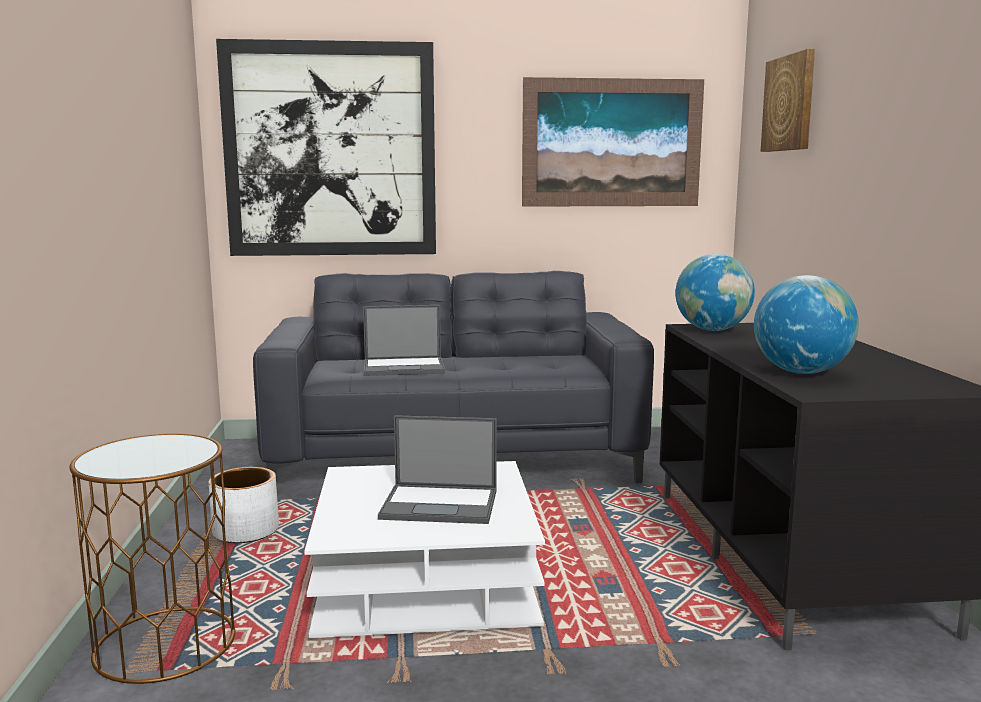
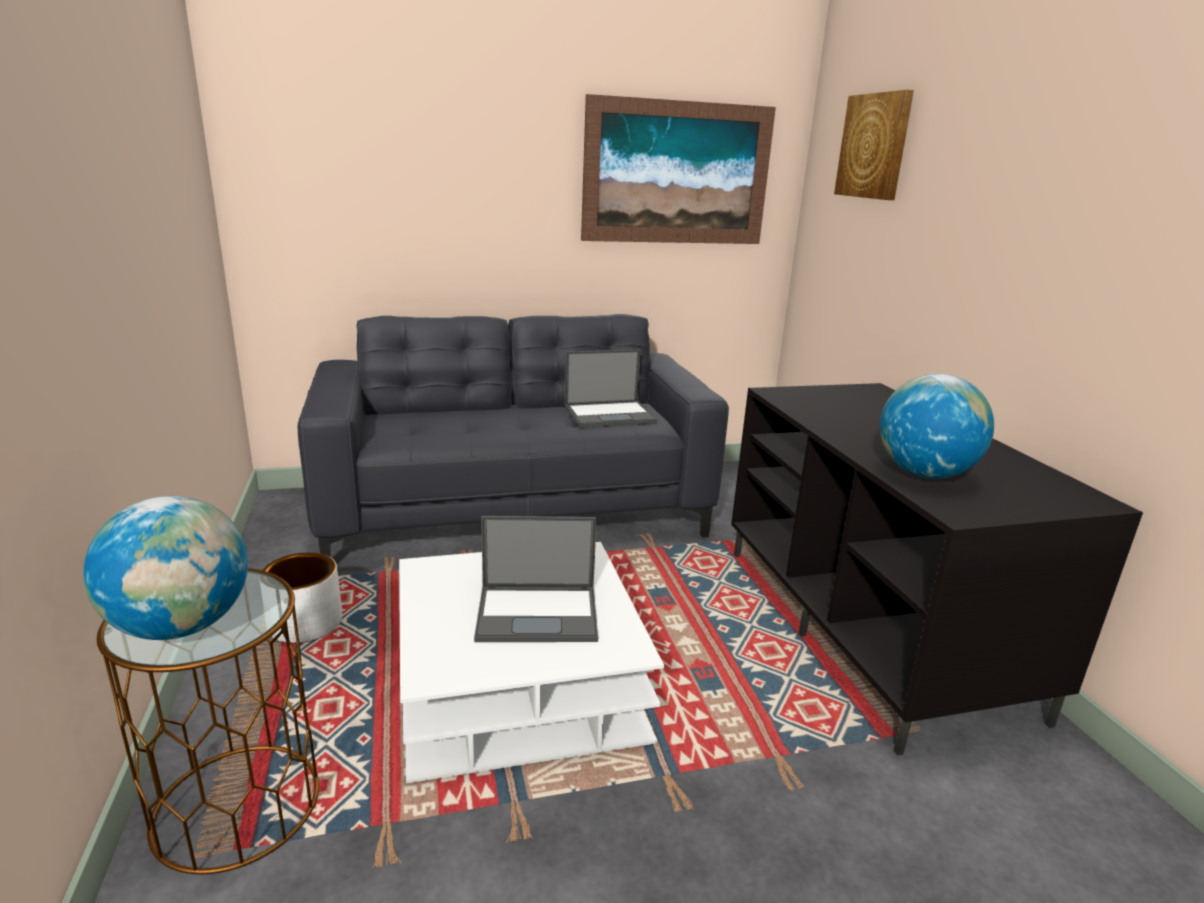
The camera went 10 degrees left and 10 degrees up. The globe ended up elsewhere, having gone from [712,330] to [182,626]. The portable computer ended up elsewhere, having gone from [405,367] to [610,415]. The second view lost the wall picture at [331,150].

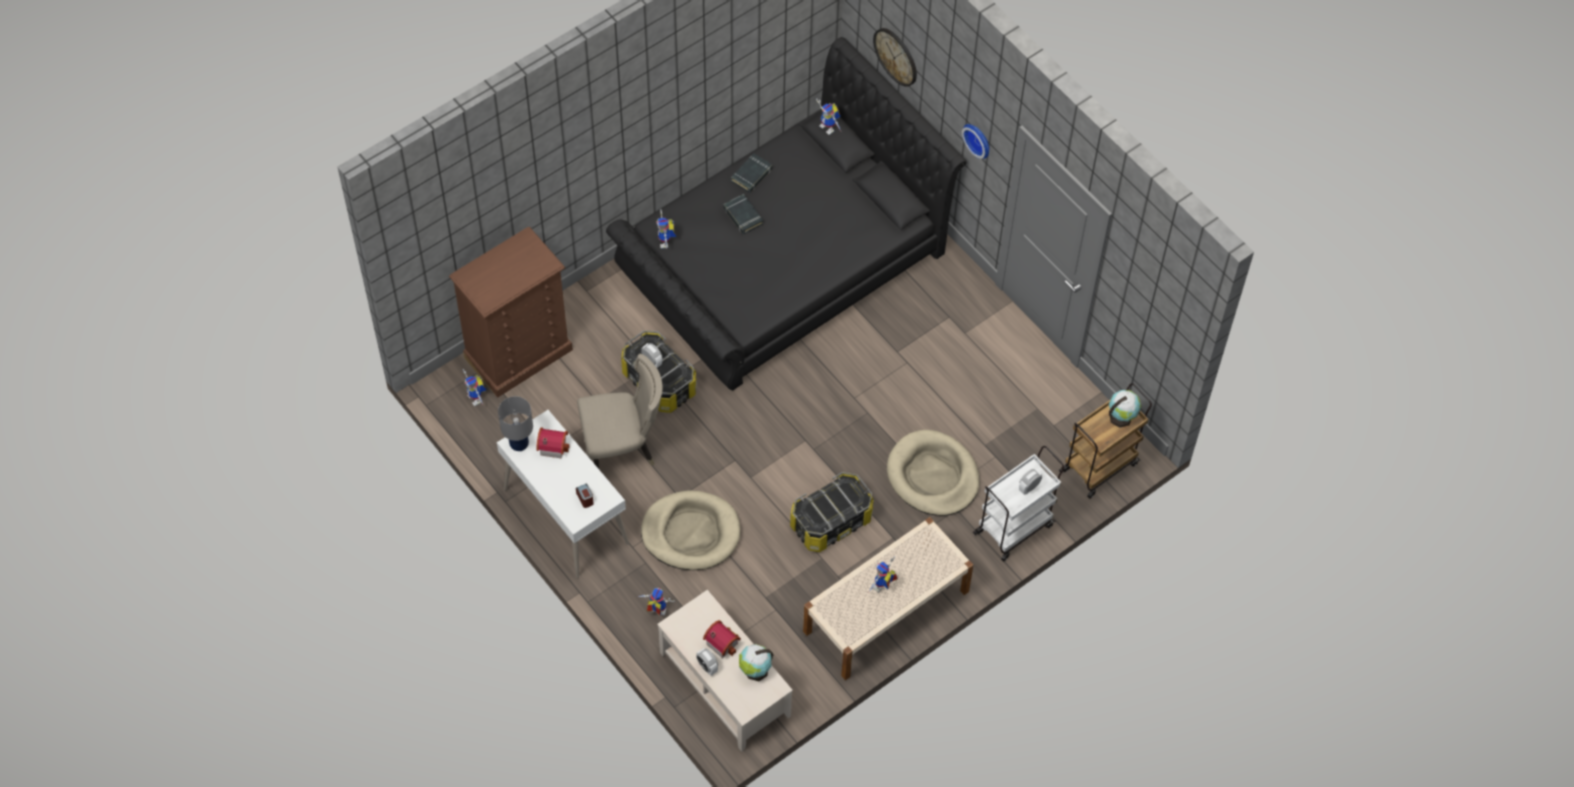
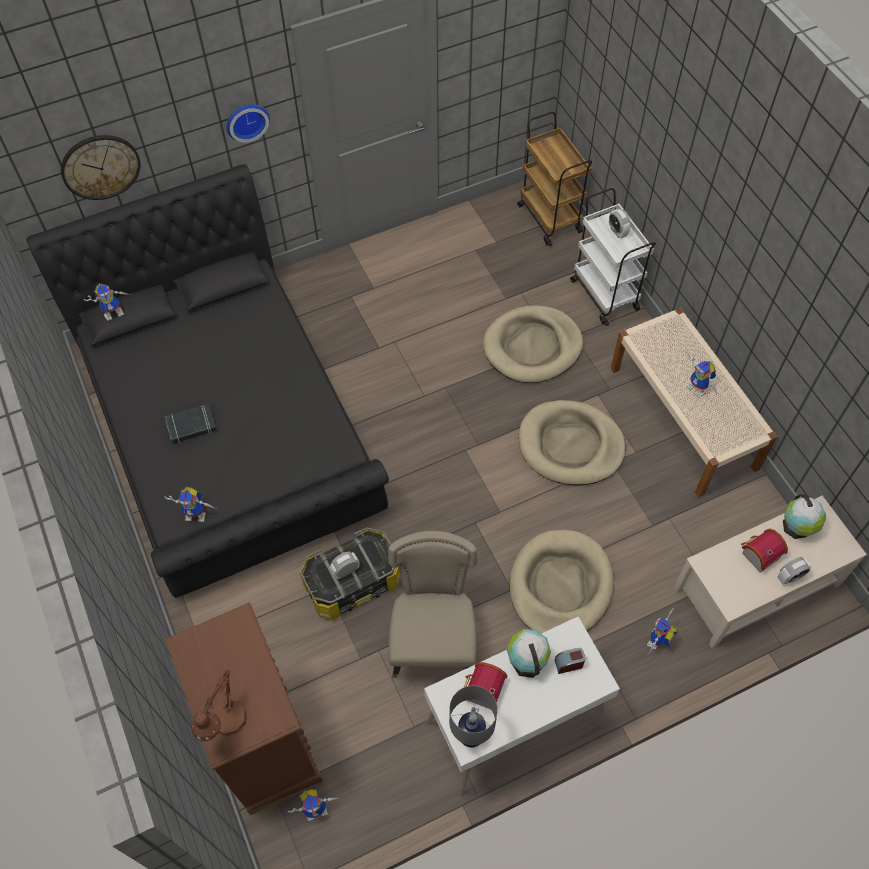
The camera went 75 degrees left and 0 degrees up. The second view gained the tabletop lamp (brown-coloured) at [226,725]. The globe ended up elsewhere, having gone from [1121,417] to [526,661]. Where the storage box stood at [831,522], the dog bed (beige) came to stand at [570,445]. The second view lost the volume (black) at [752,175].

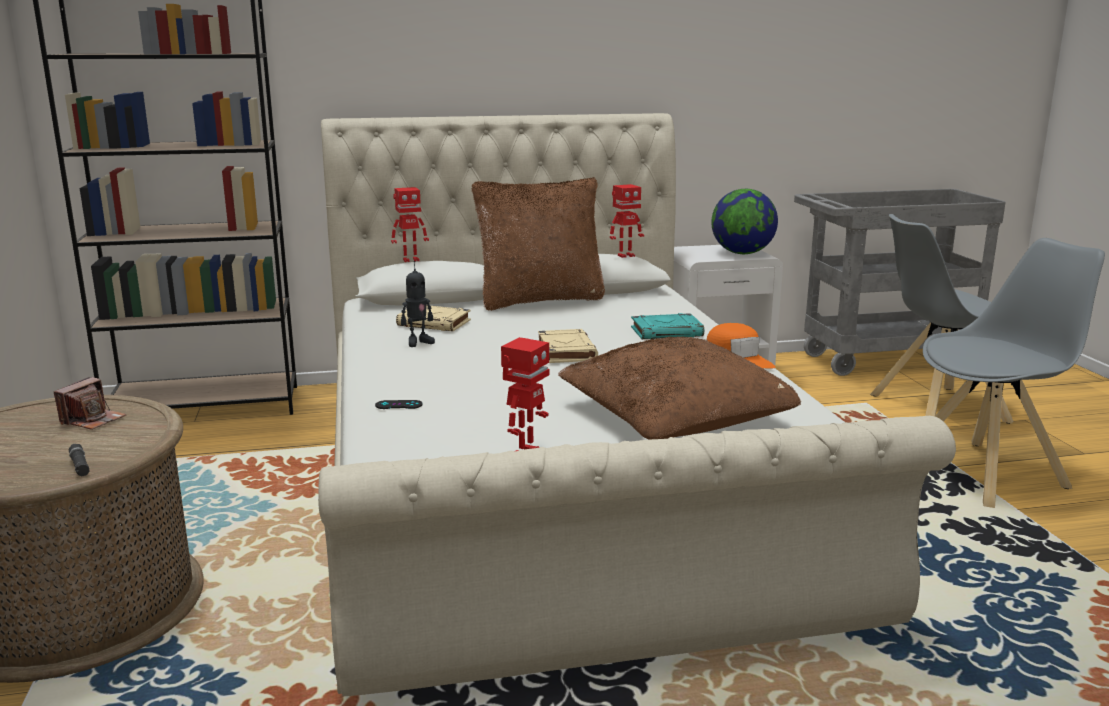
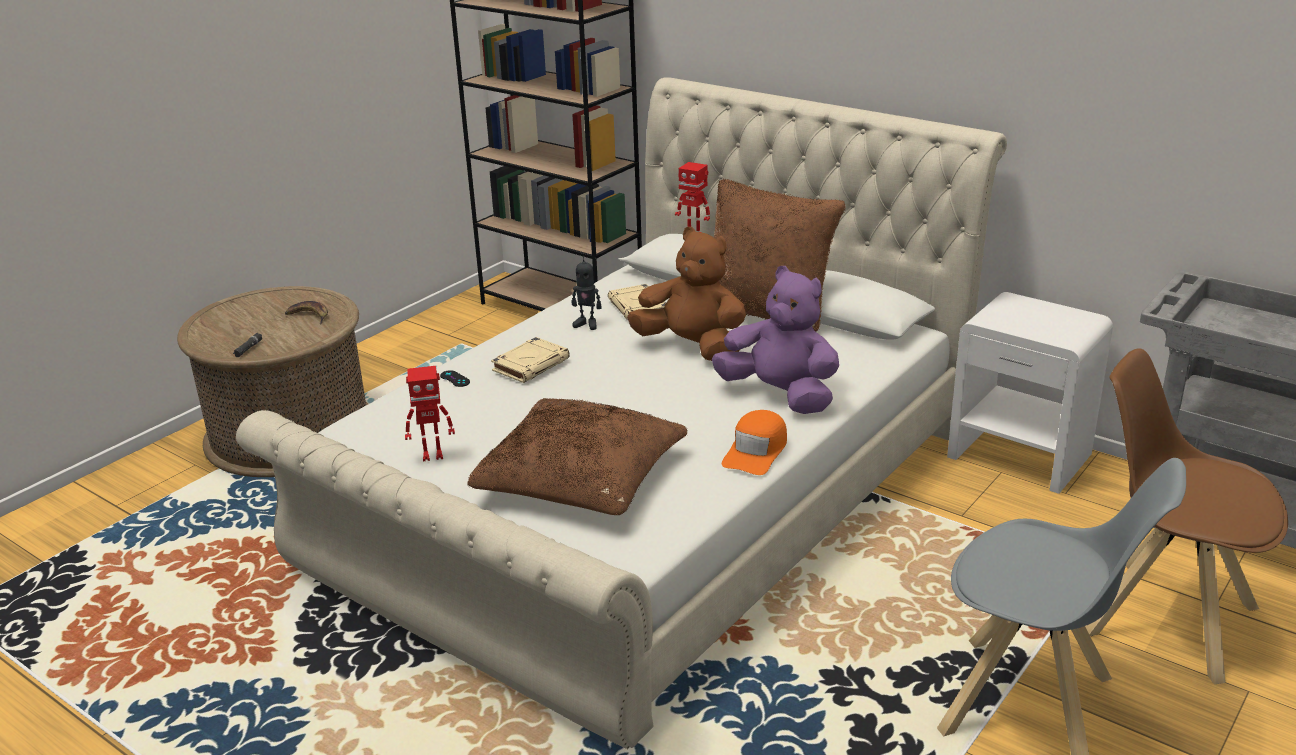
The camera went 50 degrees right and 10 degrees up. Where the still camera stood at [93,420], the banana came to stand at [309,316]. The volume (beige) ended up elsewhere, having gone from [566,351] to [531,364]. The second view gained the cuddly toy (brown-coloured) at [692,347]. Where the volume (blue-green) stood at [667,332], the cuddly toy (purple-coloured) came to stand at [780,395]. What was the upright chair (greyish) at [934,408] turned into the upright chair (brown-coloured) at [1165,617]. The second view lost the model robot at [625,255]. The second view lost the globe at [742,253].

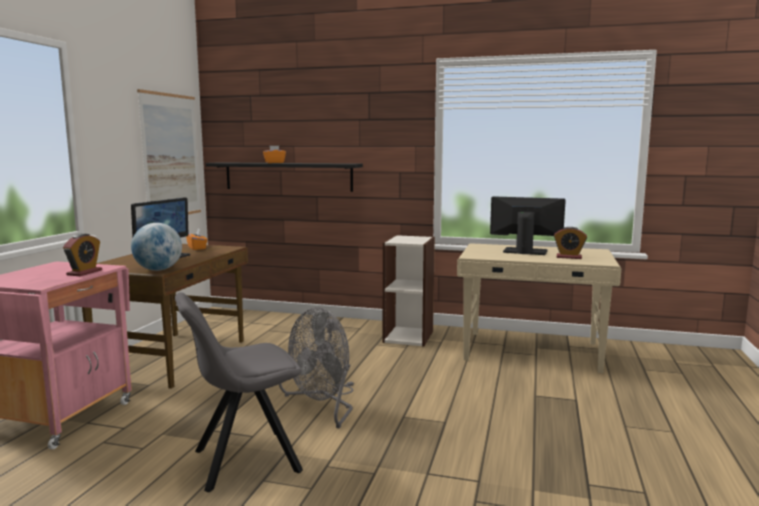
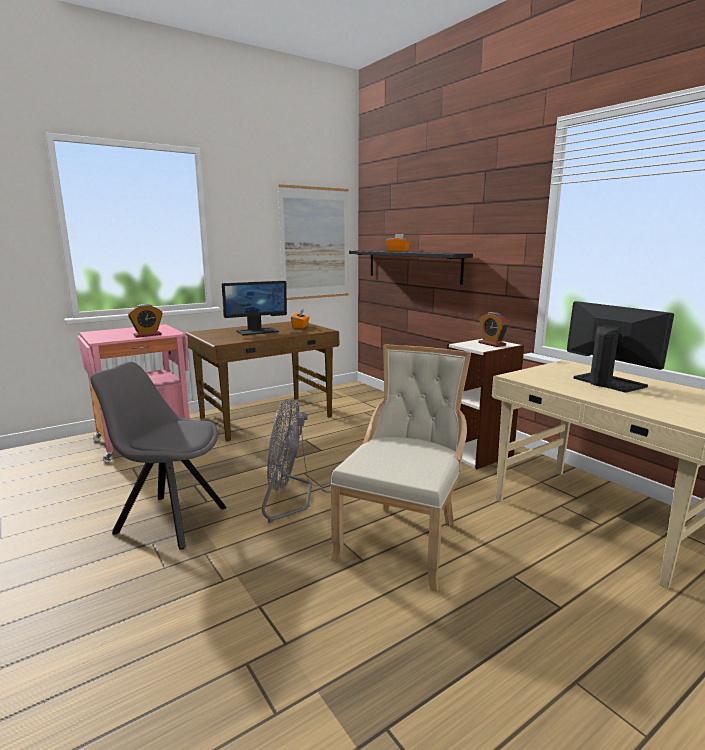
The camera went 40 degrees right and 5 degrees up. The second view gained the upright chair (beige) at [403,539]. The bedside clock ended up elsewhere, having gone from [569,257] to [491,344]. The second view lost the globe at [158,270].

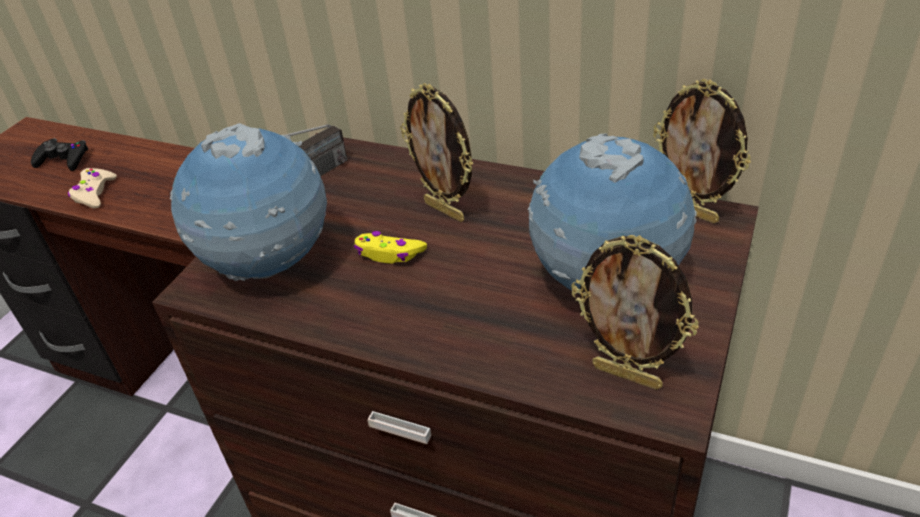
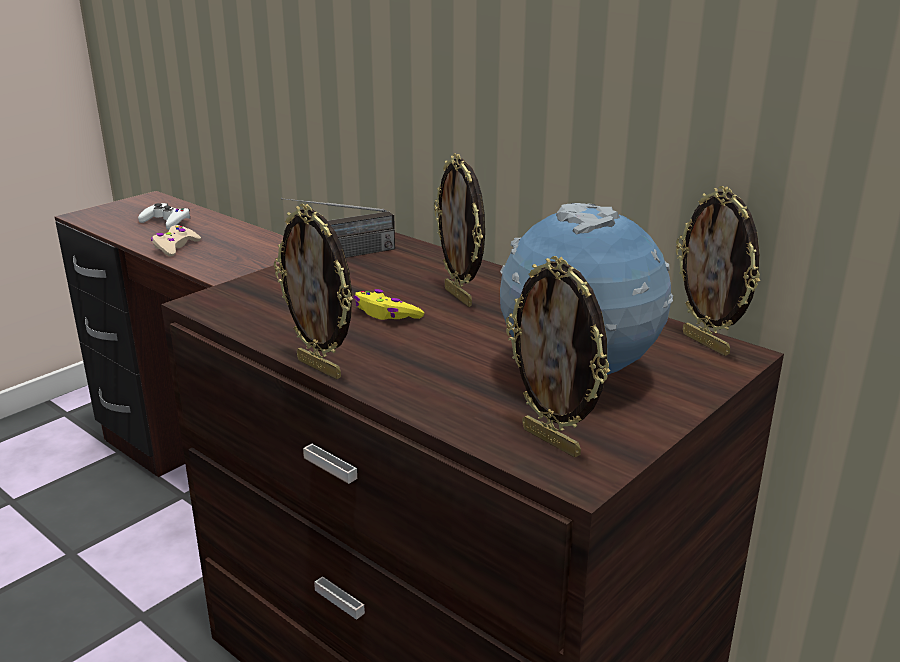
The camera went 15 degrees right and 15 degrees down. What was the joypad (black) at [63,160] turned into the joypad (white) at [166,222]. The second view gained the standing frame at [321,368]. The second view lost the globe at [270,266].

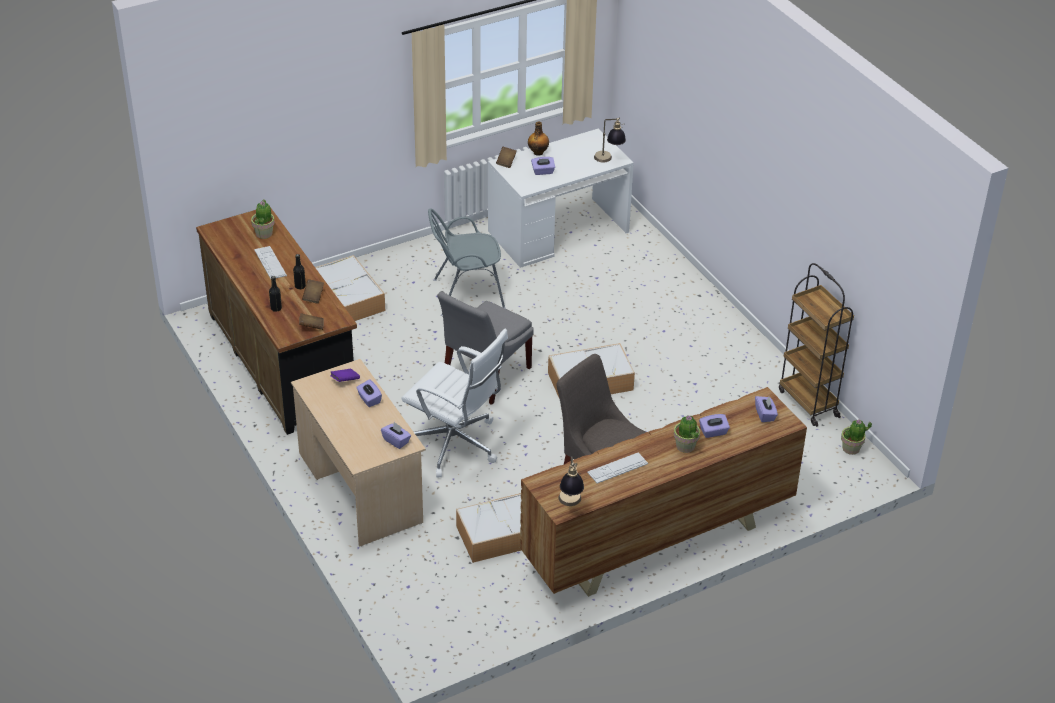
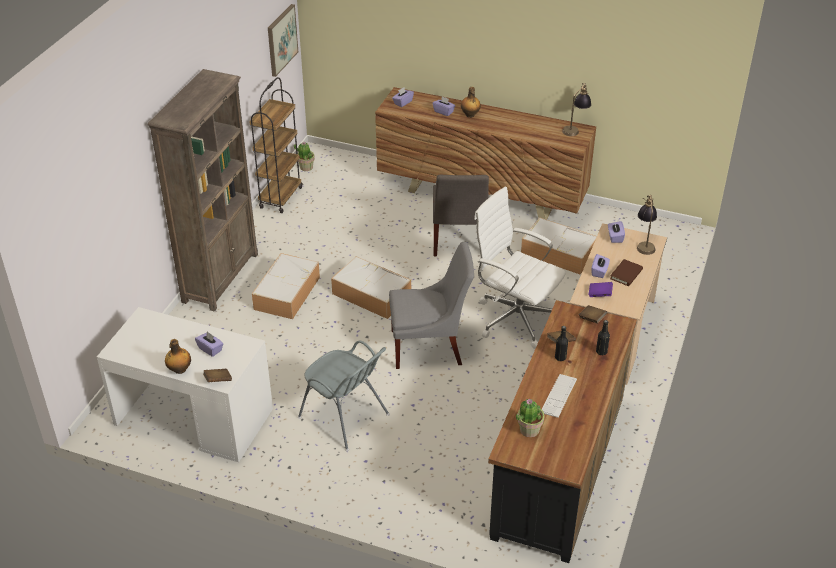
The camera went 130 degrees left and 0 degrees up. The second view gained the bookcase (brown-coloured) at [221,277]. The storage box ended up elsewhere, having gone from [350,298] to [287,292]. The second view gained the wall picture at [281,40]. Where the houseplant stood at [685,446], the drink bottle came to stand at [470,115]. The desk chair (white) at [455,445] ended up facing another way, 45 degrees counterclockwise from before. The second view gained the volume (brown-coloured) at [626,274]. The tabletop lamp ended up elsewhere, having gone from [609,160] to [644,243]. The second view lost the keyboard at [617,468].

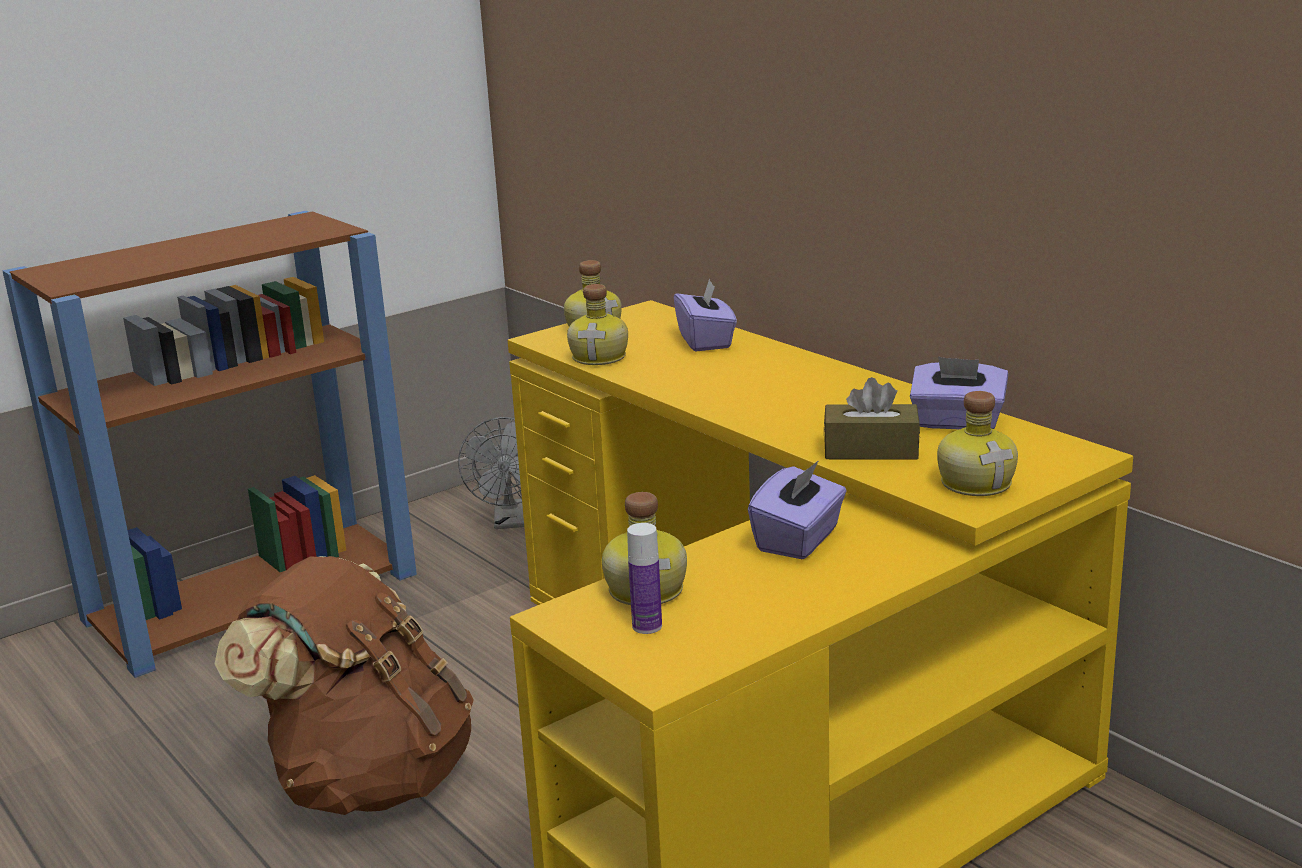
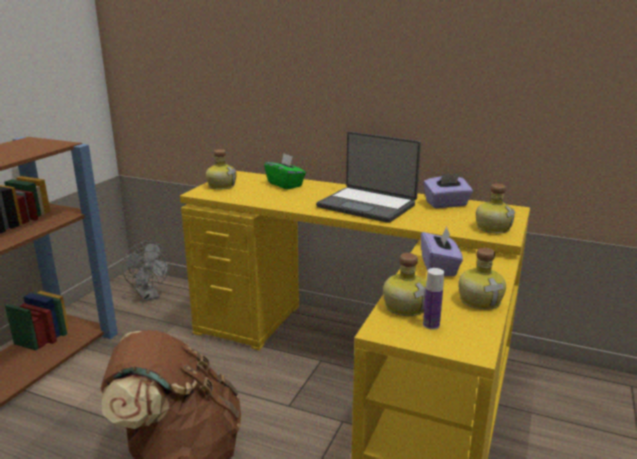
The camera went 30 degrees left and 0 degrees up. What was the box of tissues (purple-coloured) at [706,341] turned into the box of tissues (green) at [285,184]. The second view gained the portable computer at [367,205]. The drink bottle ended up elsewhere, having gone from [601,357] to [480,300]. The second view lost the box of tissues (brown-coloured) at [871,450].

